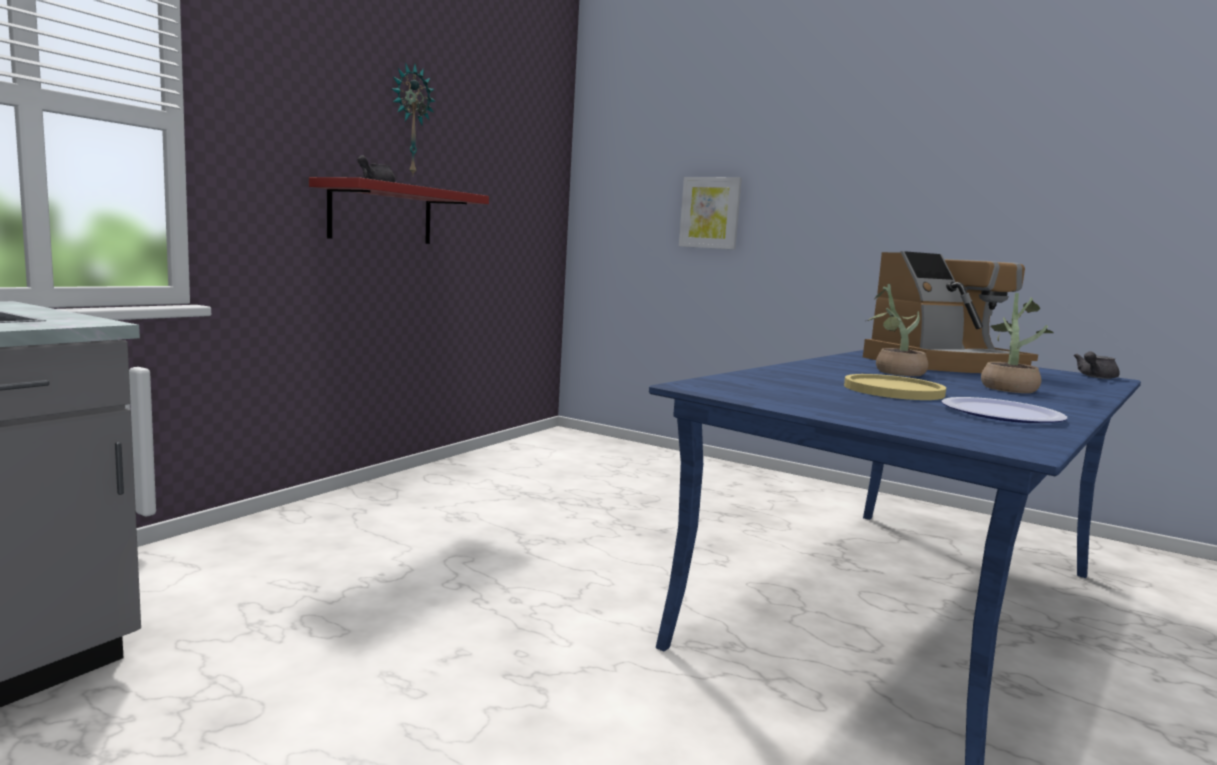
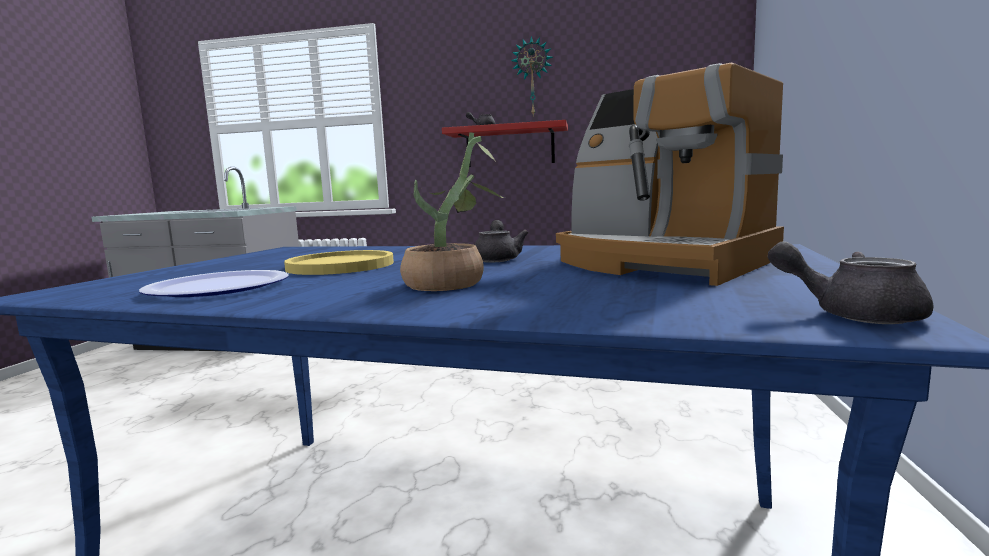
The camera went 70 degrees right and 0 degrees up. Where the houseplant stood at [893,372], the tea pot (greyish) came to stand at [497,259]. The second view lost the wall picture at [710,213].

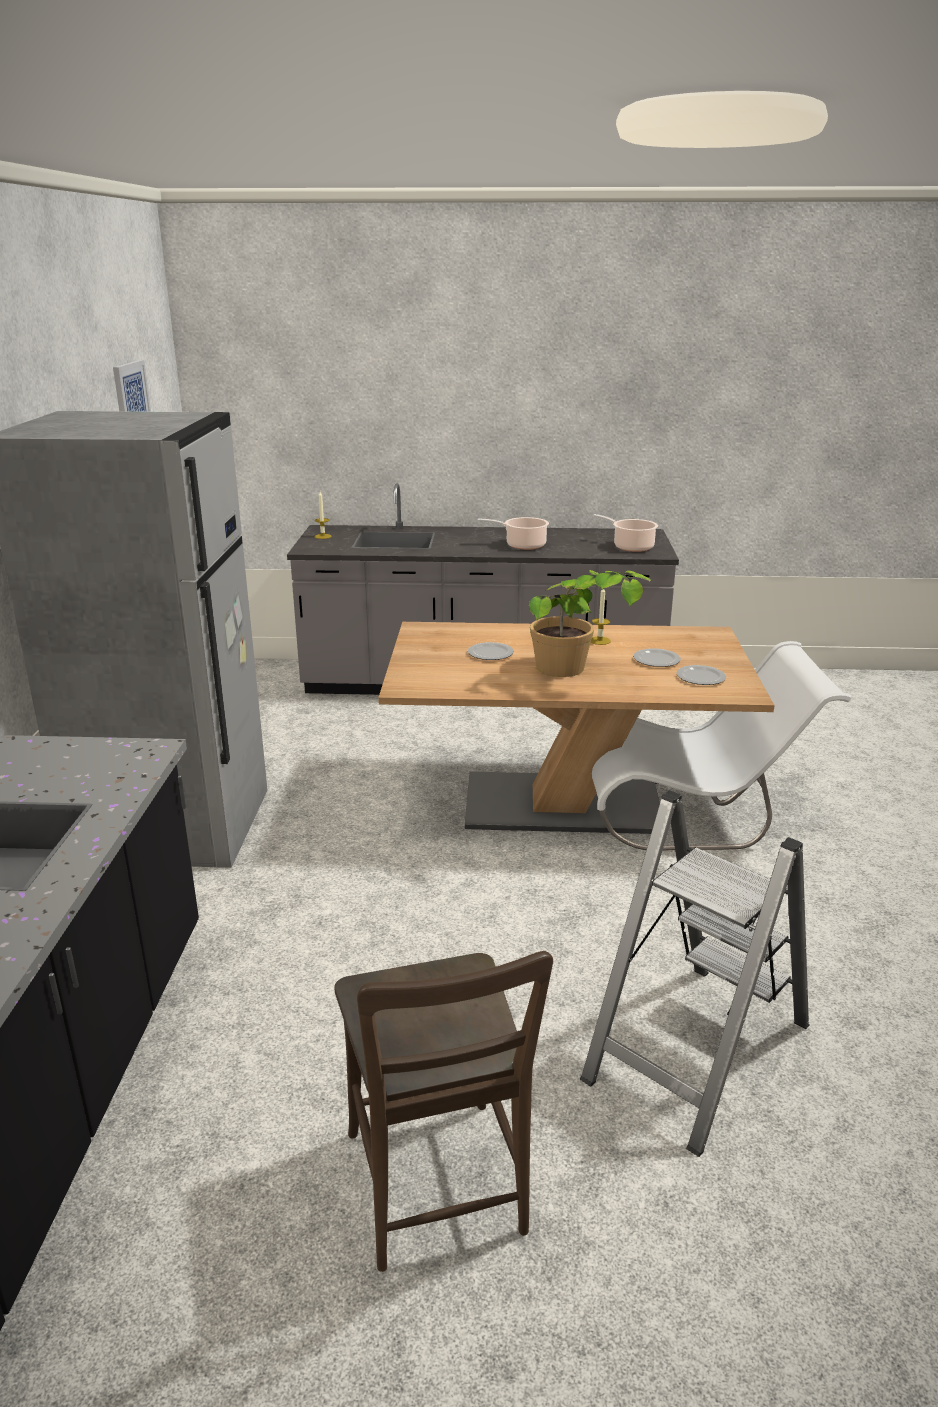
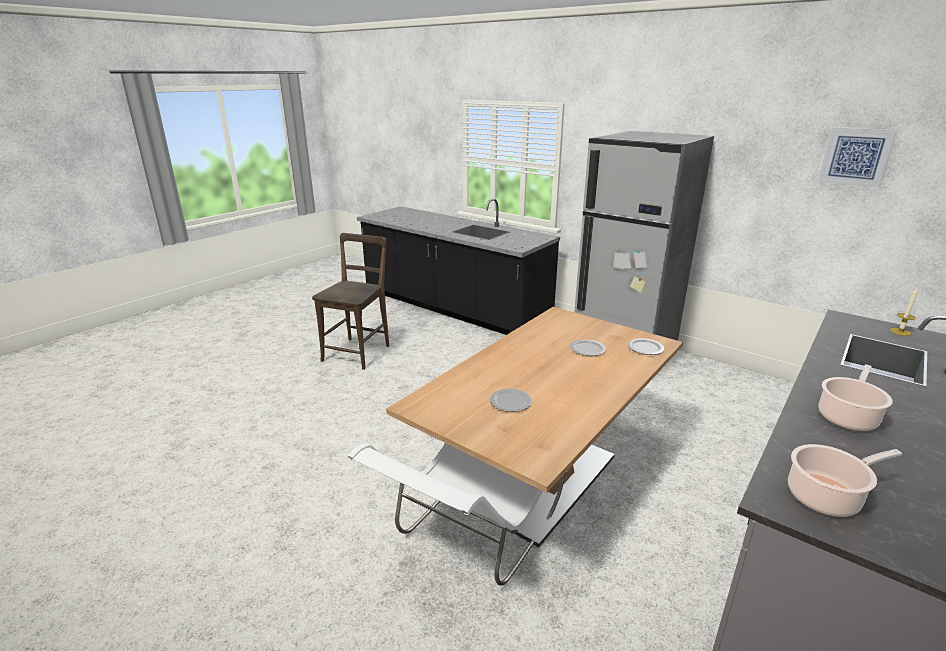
The camera went 125 degrees right and 0 degrees up. The upright chair (brown-coloured) at [437,1191] ended up facing another way, 90 degrees clockwise from before. The flat dish ended up elsewhere, having gone from [701,677] to [645,348]. The second view lost the houseplant at [577,676]. The second view lost the stepladder (greyish) at [696,1052]. The second view lost the candle at [600,641].

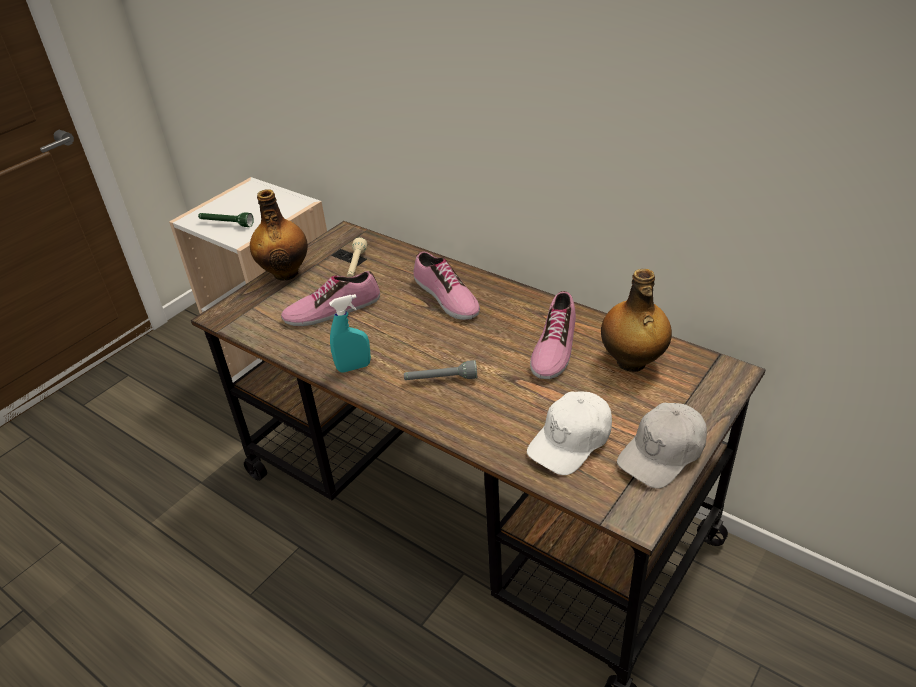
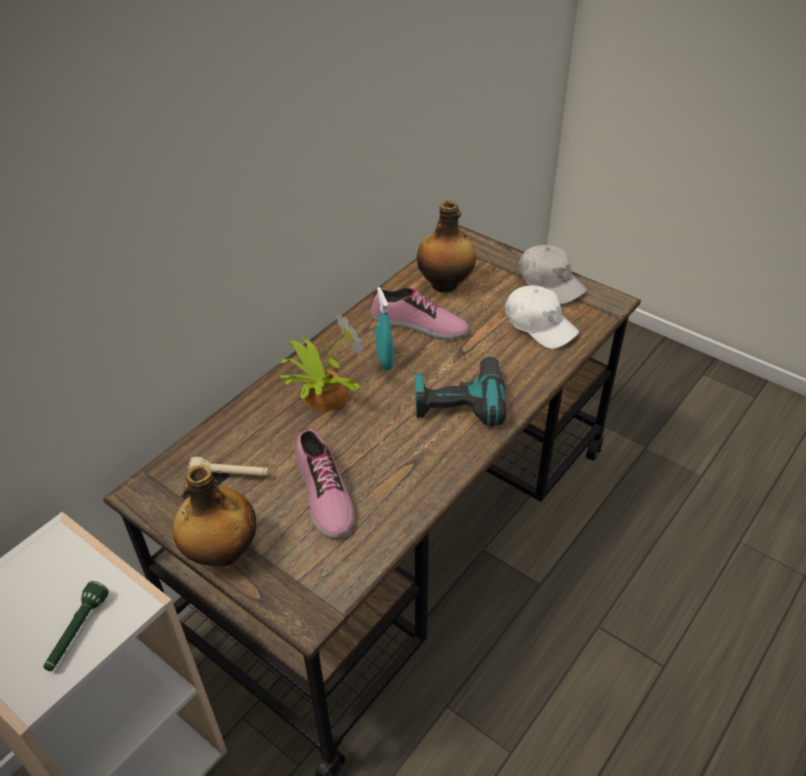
The camera went 90 degrees left and 5 degrees up. Where the shoe stood at [445,297], the houseplant came to stand at [322,395]. The spray bottle (blue-green) ended up elsewhere, having gone from [354,367] to [384,361]. Where the flashlight (greyish) stood at [440,379], the power drill came to stand at [459,399].

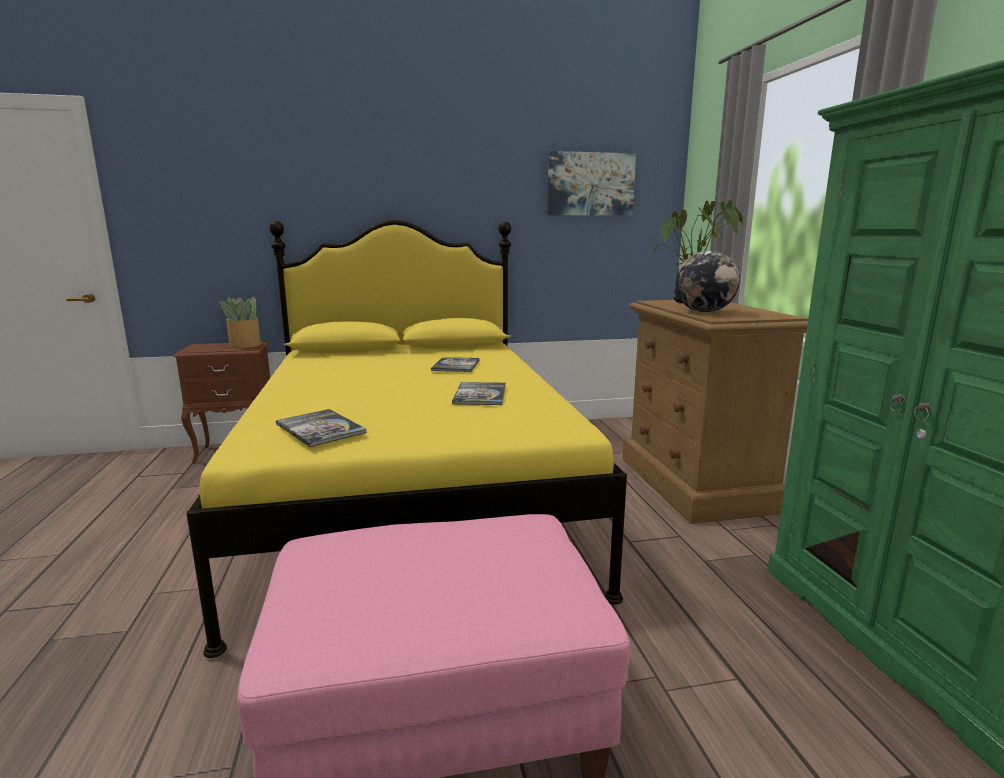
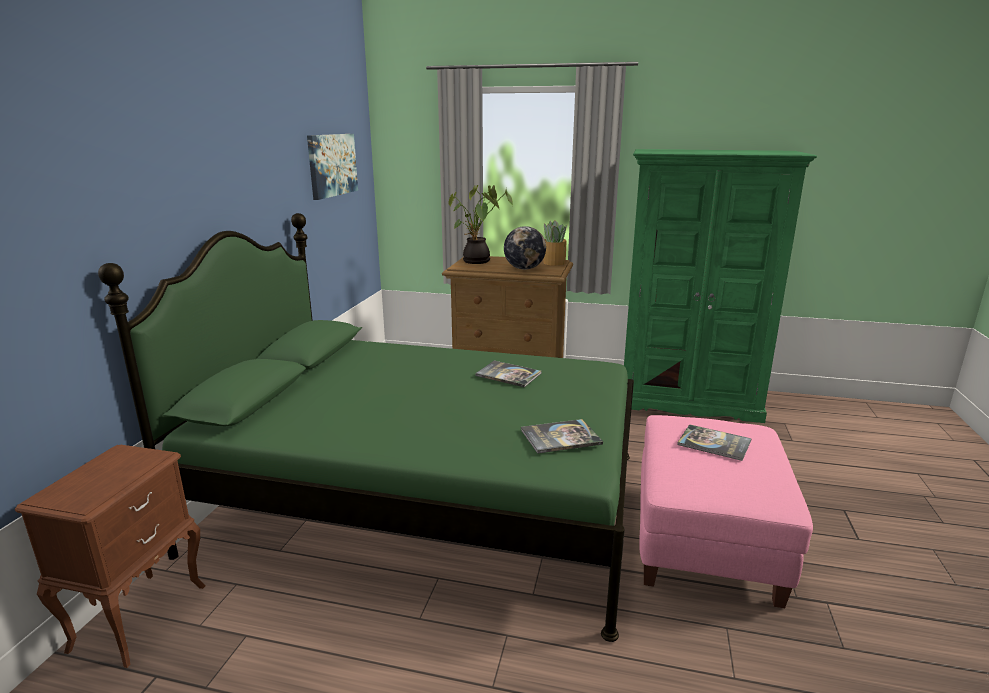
The camera went 65 degrees left and 5 degrees up. What was the bed (yellow) at [413,498] turned into the bed (green) at [426,501]. The houseplant ended up elsewhere, having gone from [244,345] to [554,263]. The volume ended up elsewhere, having gone from [456,366] to [714,443].

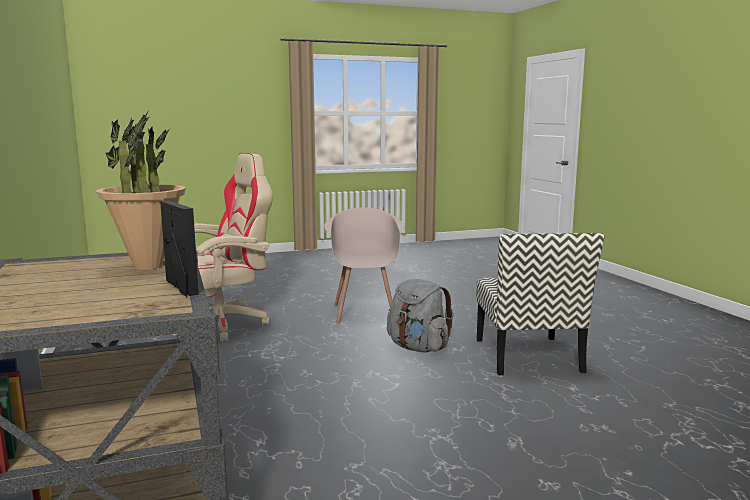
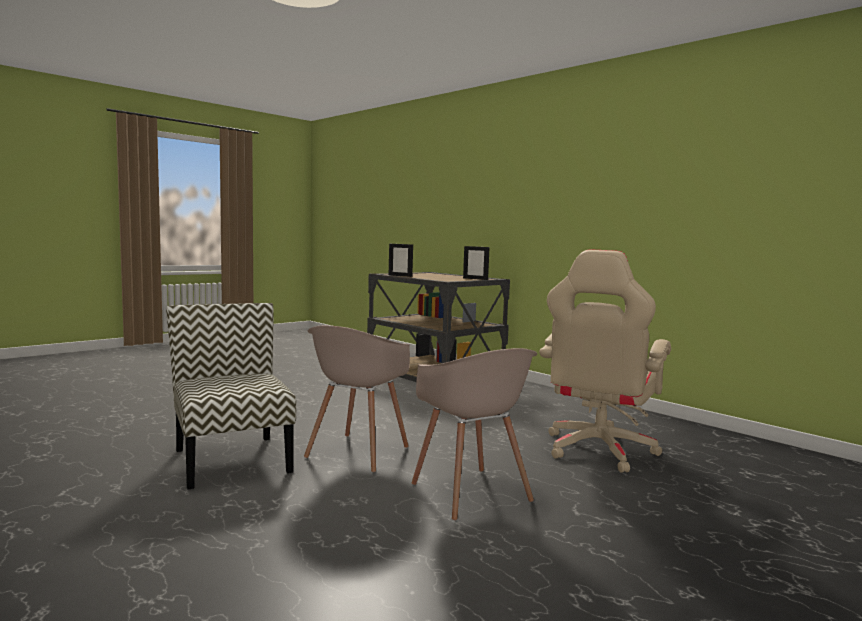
The camera went 155 degrees right and 5 degrees down. Where the rucksack (greyish) stood at [418,348], the upright chair (beige) came to stand at [357,453]. The second view gained the standing frame at [475,279]. The second view lost the houseplant at [147,266].

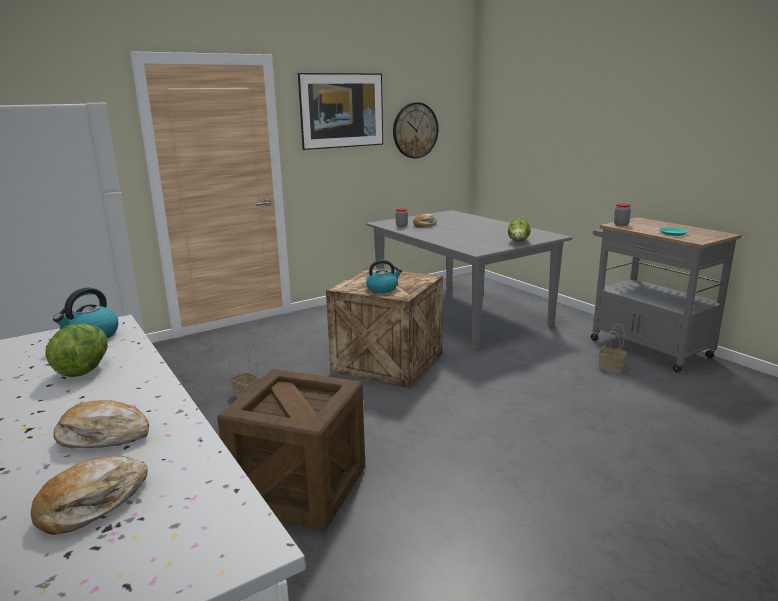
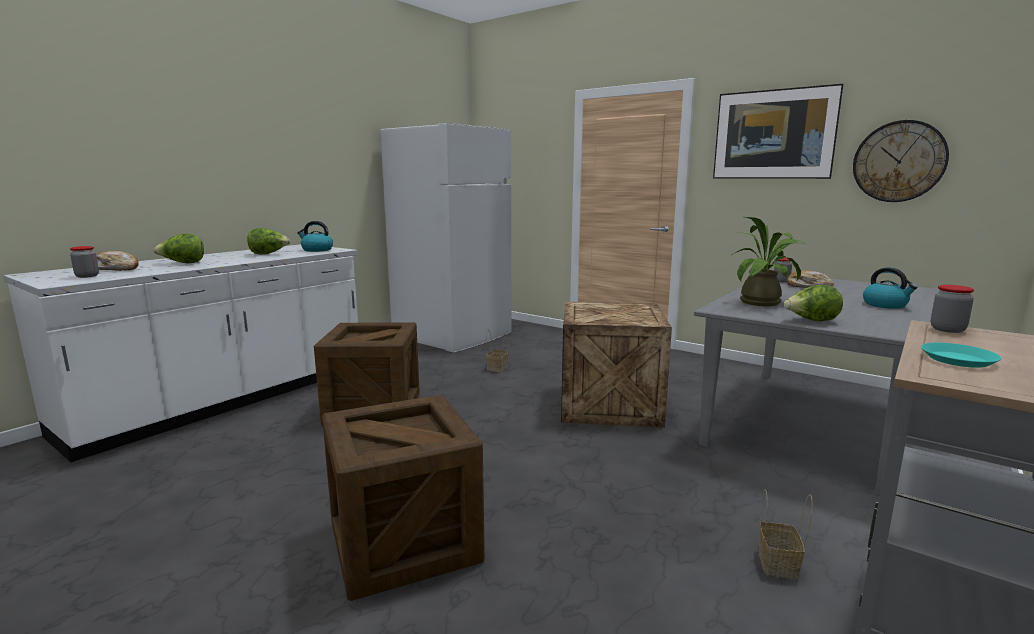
The camera went 70 degrees right and 5 degrees down. The second view gained the preserve jar at [87,276]. Where the bread stood at [103,436], the head of lettuce came to stand at [183,263]. The second view gained the crate at [404,542]. The second view gained the houseplant at [765,302]. The kettle ended up elsewhere, having gone from [383,289] to [885,305].

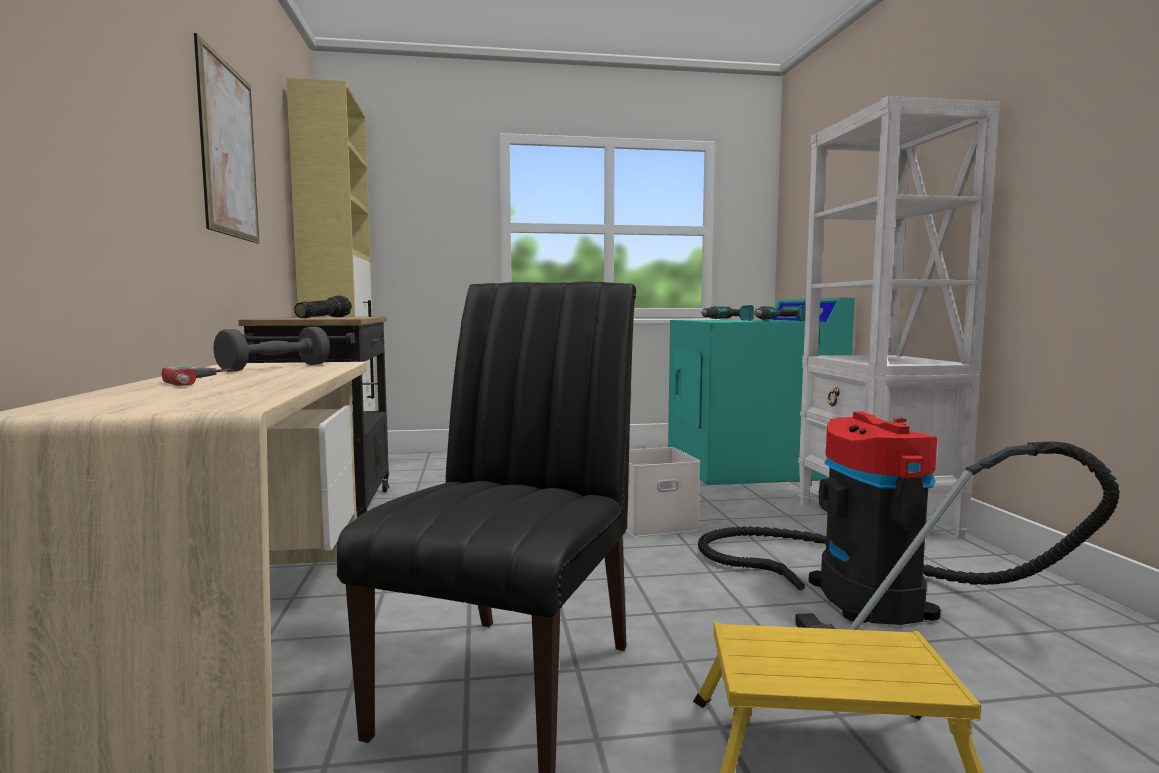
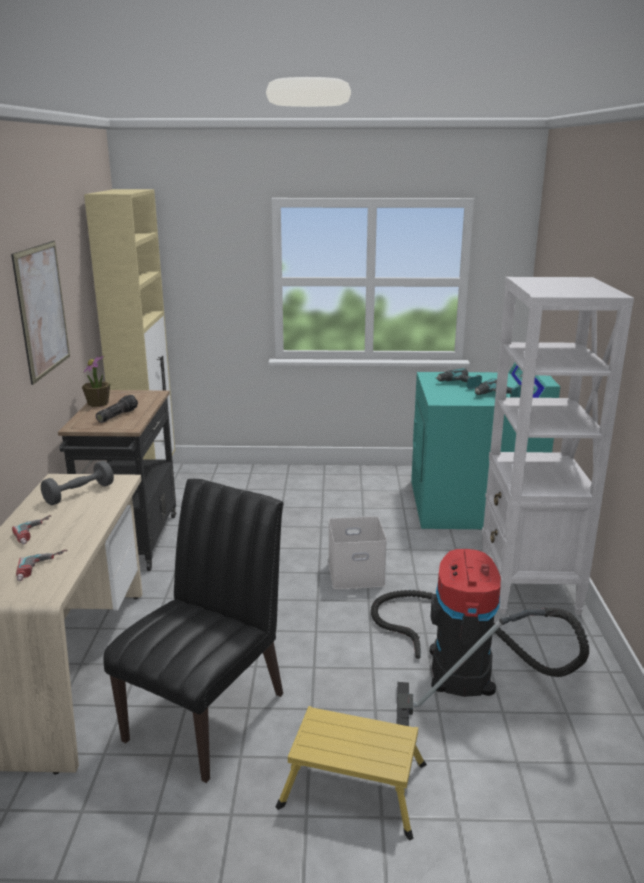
The camera went 10 degrees right and 15 degrees up. The second view gained the power drill at [42,569]. The second view gained the houseplant at [98,403].

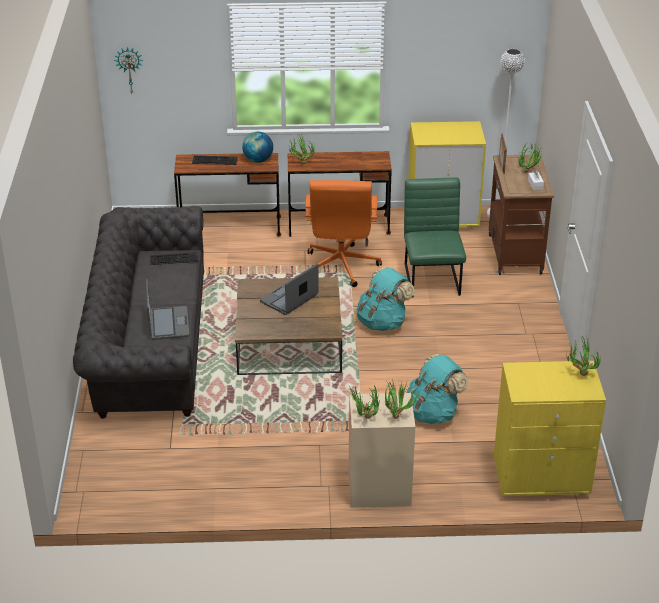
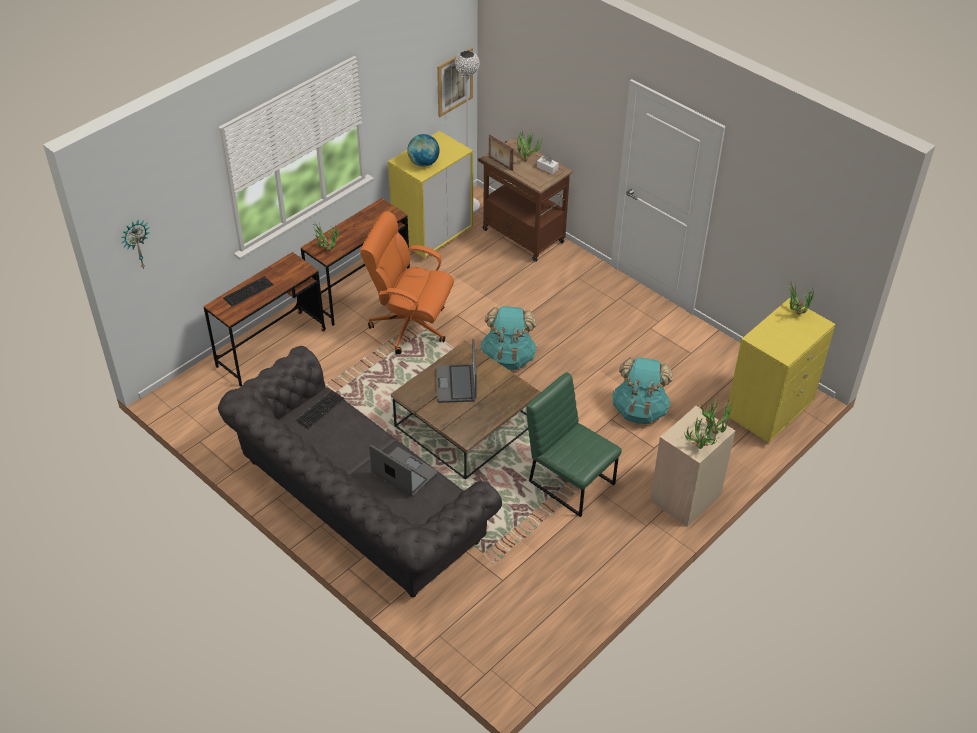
The camera went 45 degrees left and 10 degrees up. The desk chair (orangey) at [341,265] ended up facing another way, 150 degrees clockwise from before. The globe ended up elsewhere, having gone from [258,160] to [424,163]. The second view gained the wall picture at [454,82]. The upright chair (green) ended up elsewhere, having gone from [432,278] to [570,481].

